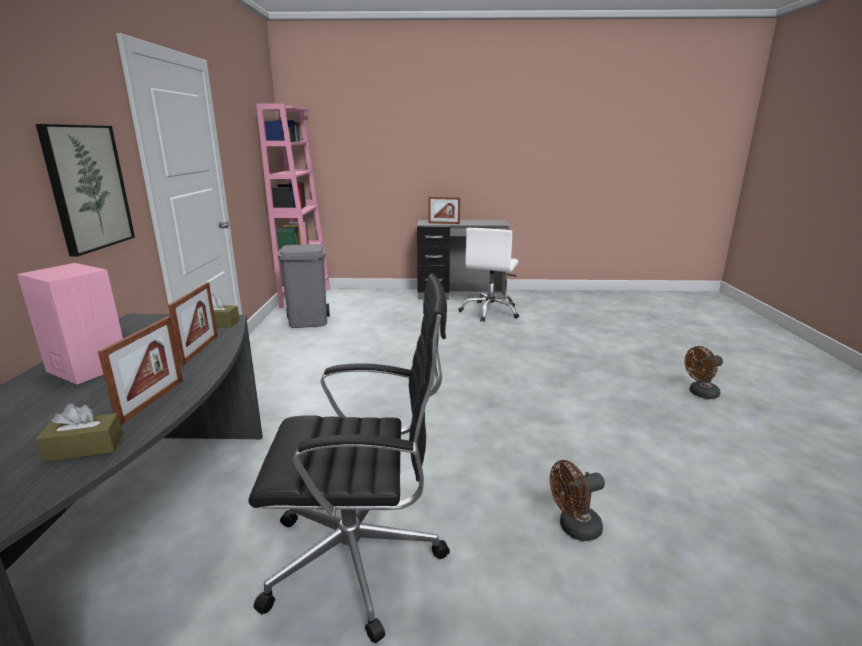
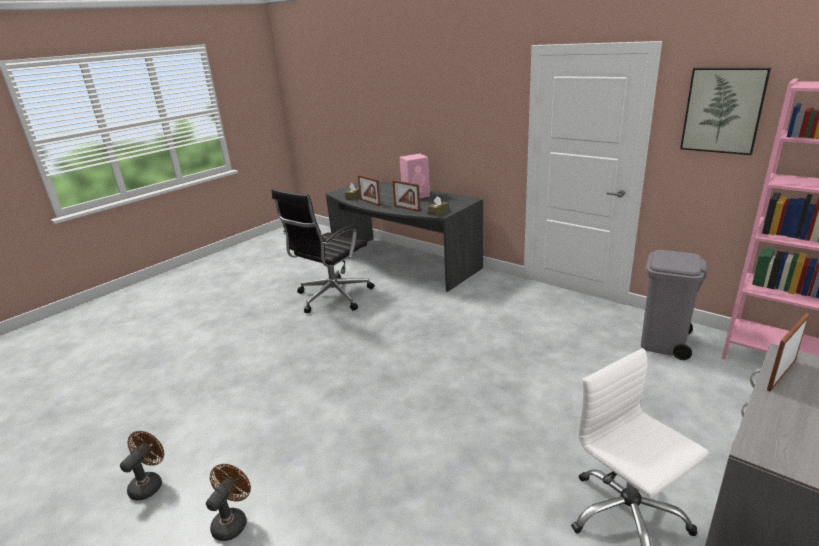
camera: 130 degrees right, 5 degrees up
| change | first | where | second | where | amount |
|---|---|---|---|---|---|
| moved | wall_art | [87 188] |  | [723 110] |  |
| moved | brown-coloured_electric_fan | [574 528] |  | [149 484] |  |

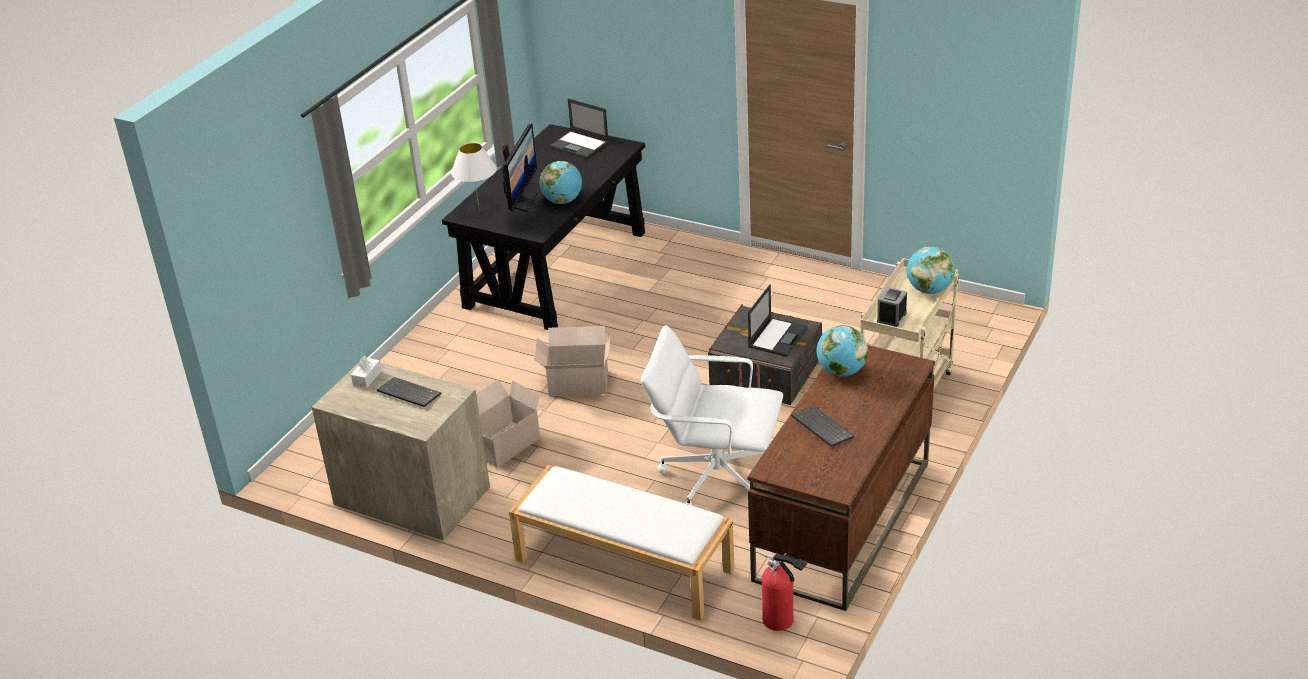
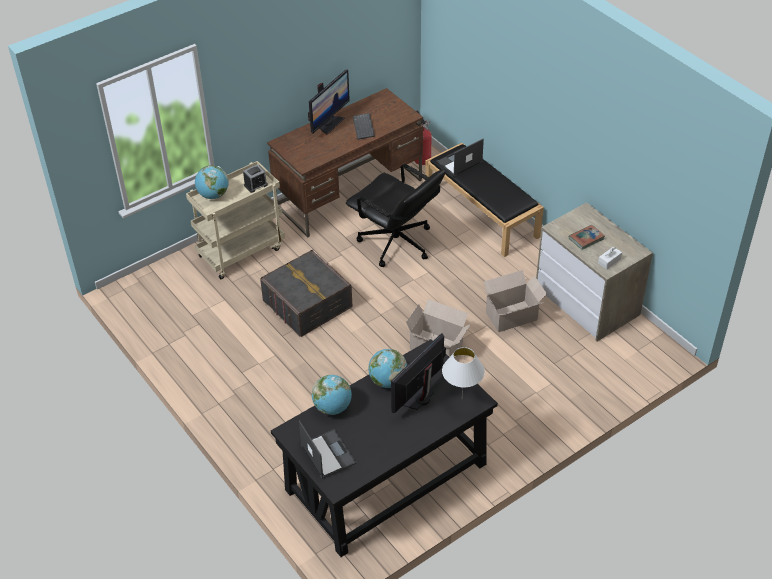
camera: 155 degrees left, 10 degrees up
| change | first | where | second | where | amount |
|---|---|---|---|---|---|
| added |  |  | monitor | [329 123] |  |
| moved | notebook_computer | [778 337] |  | [459 162] |  |
| moved | globe | [841 372] |  | [332 407] |  |
| replaced | keyboard | [407 394] | volume | [586 239] |  |
| recoloured | white-coloured_indoor_bench | [622 564] | blackish_indoor_bench | [482 213] |  |
| recoloured | white-coloured_computer_chair | [715 477] | blackish_computer_chair | [396 243] |  |

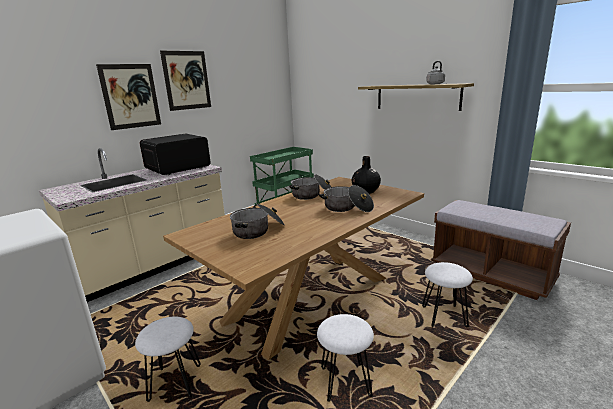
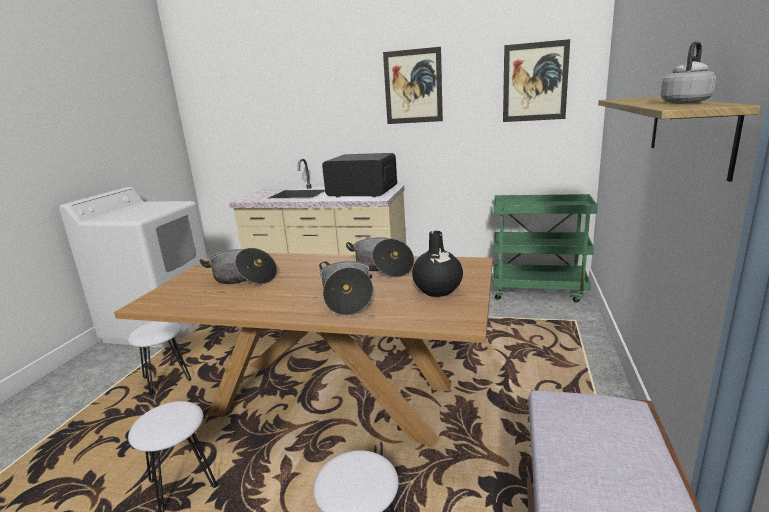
camera: 60 degrees right, 0 degrees up
| change | first | where | second | where | amount |
|---|---|---|---|---|---|
| moved | wall_art | [130 96] |  | [535 82] |  |

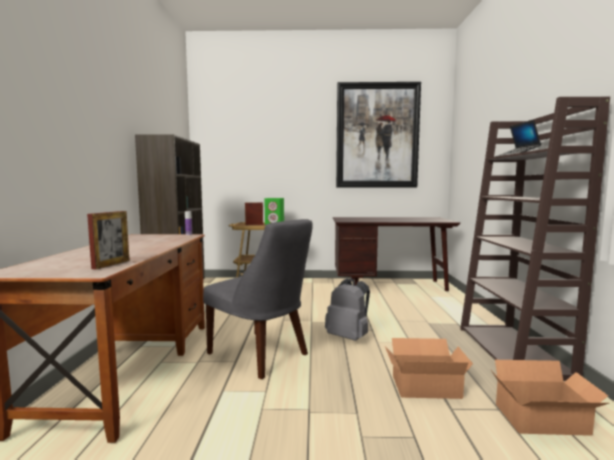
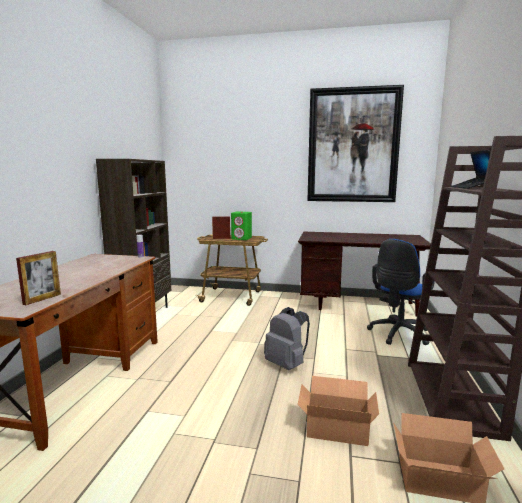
camera: 10 degrees right, 5 degrees up
| change | first | where | second | where | amount |
|---|---|---|---|---|---|
| removed | grey_chair | [261 355] |  |  |  |
| added |  |  | blue_computer_chair | [397 334] |  |

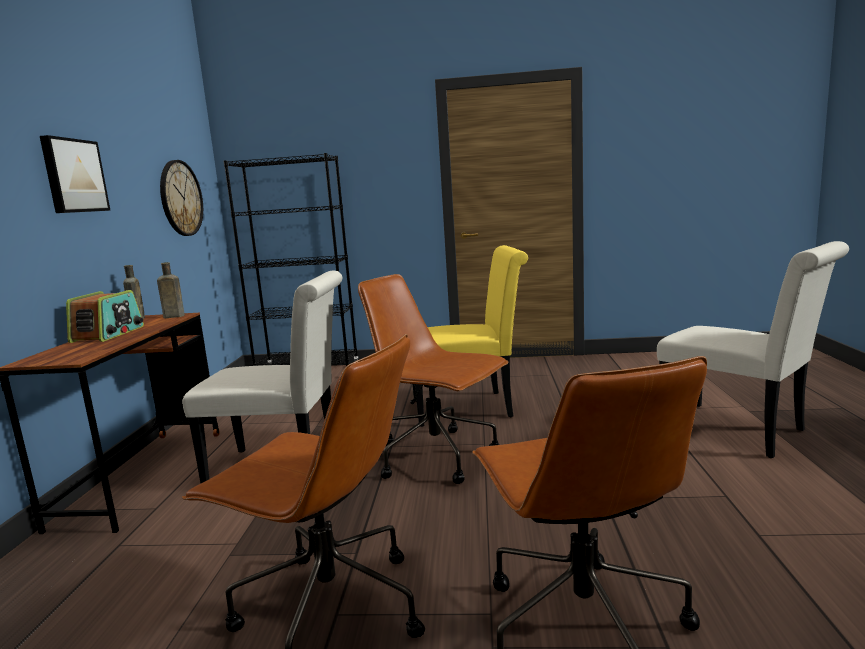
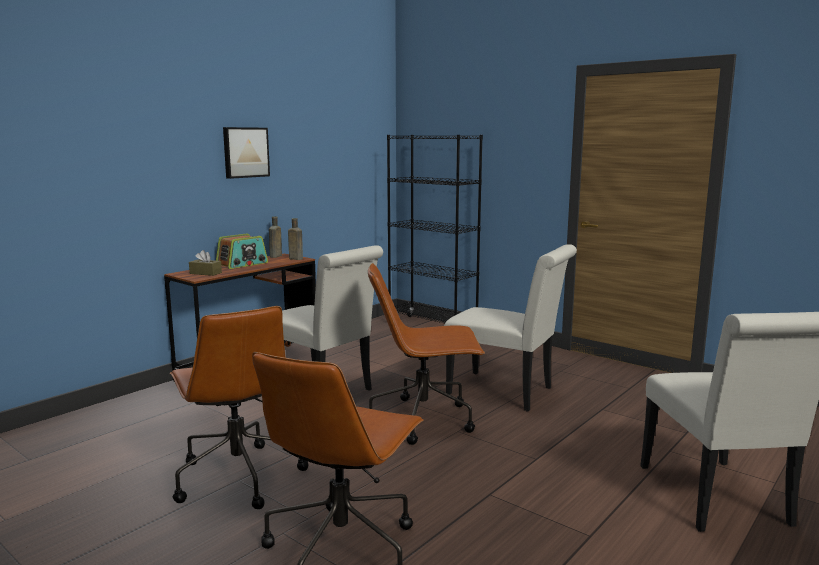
camera: 35 degrees right, 0 degrees up
| change | first | where | second | where | amount |
|---|---|---|---|---|---|
| removed | hanging_clock | [181 198] |  |  |  |
| added |  |  | brown-coloured_box_of_tissues | [205 273] |  |
| recoloured | yellow-coloured_chair | [469 408] | white-coloured_chair | [506 392] |  |
| turned | brown-coloured_computer_chair | [438 457] |  | [424 419] | 75 degrees counterclockwise |

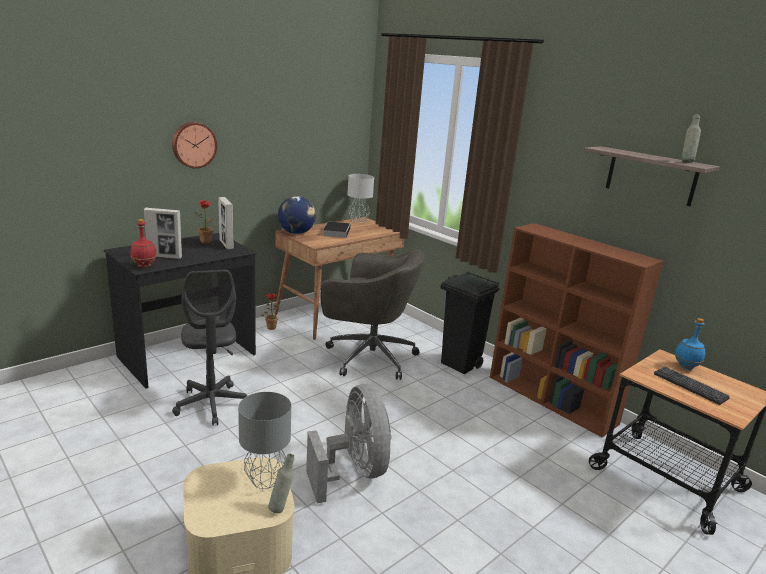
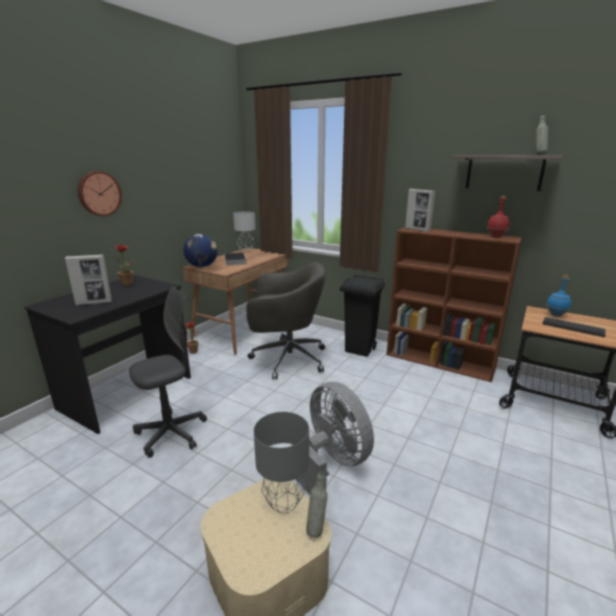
camera: 15 degrees left, 0 degrees up
| change | first | where | second | where | amount |
|---|---|---|---|---|---|
| moved | red_bottle | [144 266] |  | [495 236] |  |
| moved | photo_frame | [226 244] |  | [417 230] |  |
| turned | grey_computer_chair | [212 404] |  | [171 433] | 90 degrees counterclockwise |

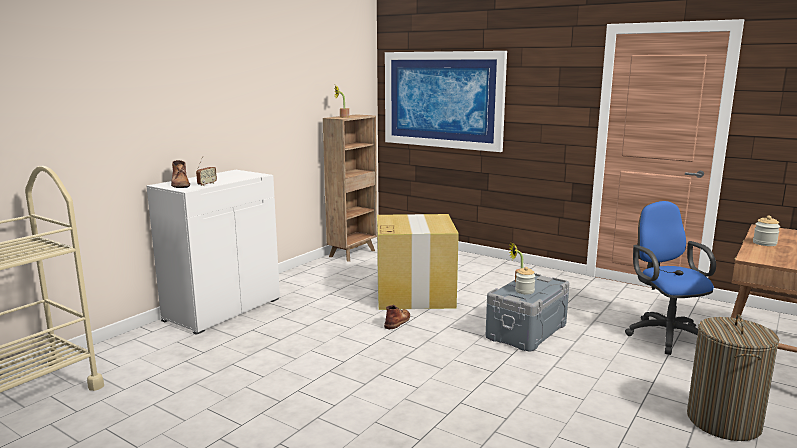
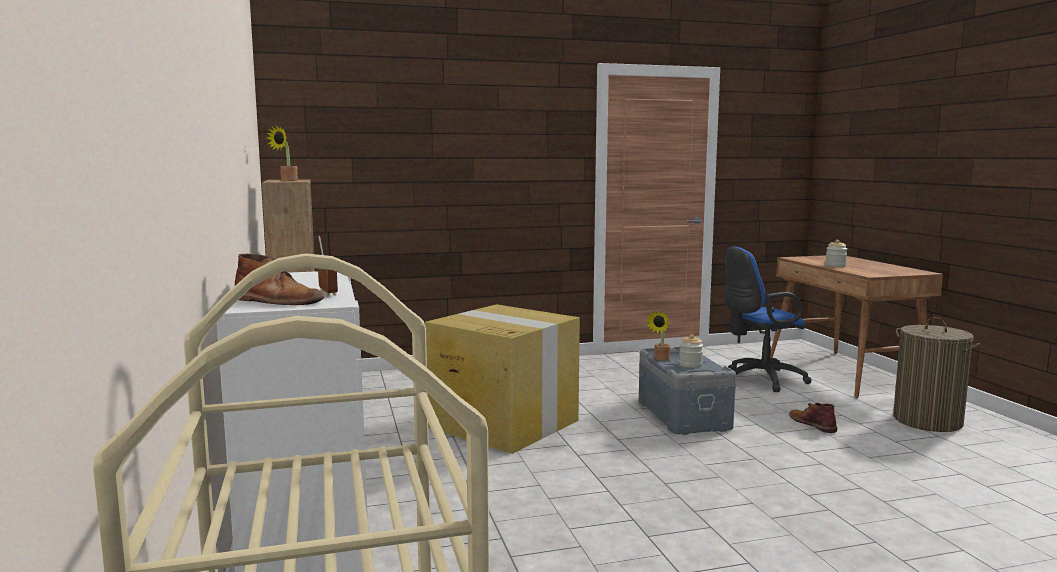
camera: 50 degrees left, 5 degrees down
| change | first | where | second | where | amount |
|---|---|---|---|---|---|
| removed | wall_art | [442 99] |  |  |  |
| moved | brown-coloured_high-top_boot | [398 321] |  | [812 424] |  |
| turned | blue_computer_chair | [665 335] |  | [759 380] | 45 degrees counterclockwise |

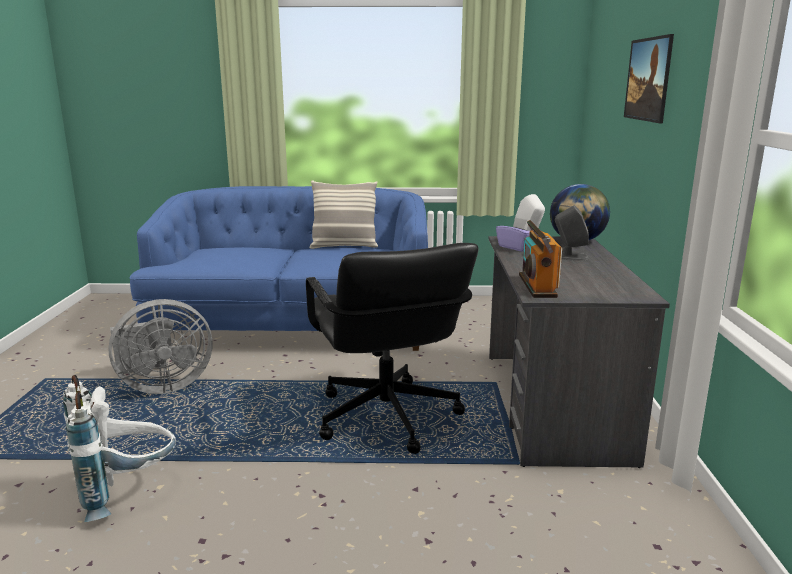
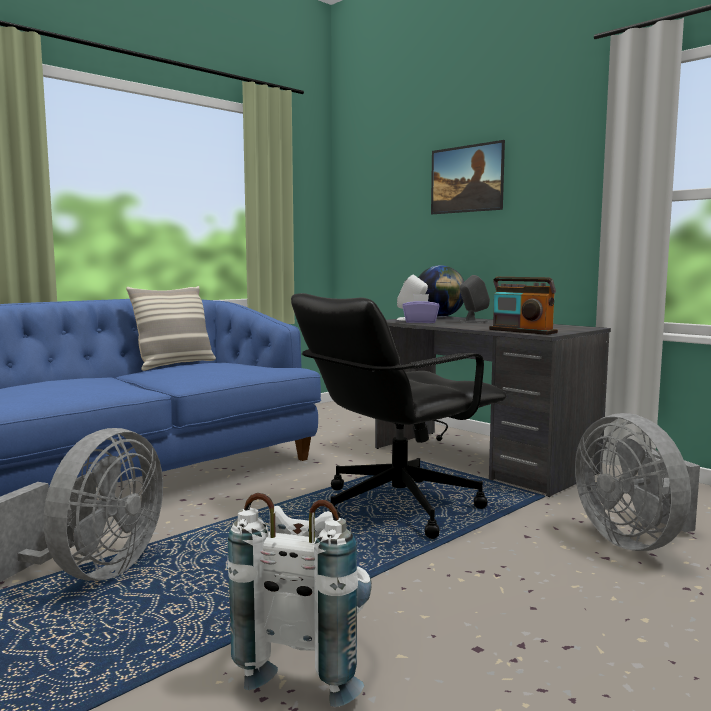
camera: 45 degrees left, 10 degrees down
| change | first | where | second | where | amount |
|---|---|---|---|---|---|
| added |  |  | grey_electric_fan | [634 540] |  |
| turned | blackish_computer_chair | [386 417] |  | [396 507] | 120 degrees clockwise |

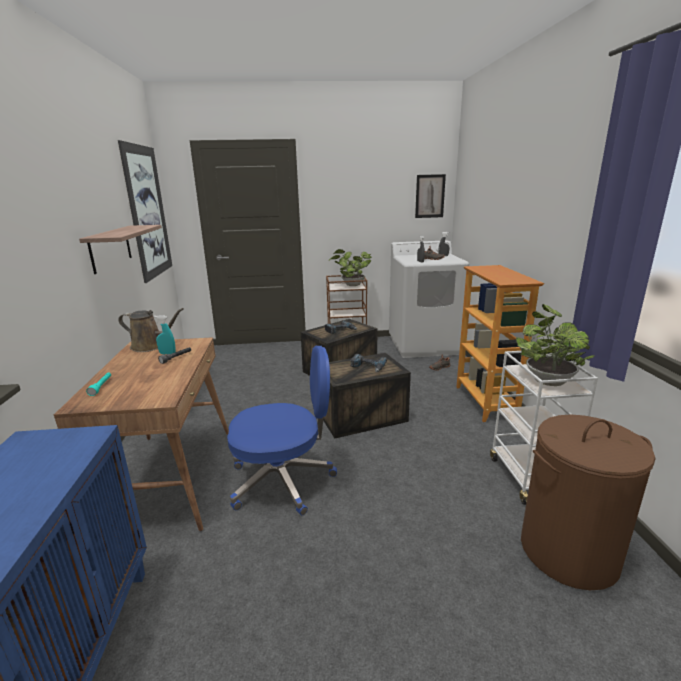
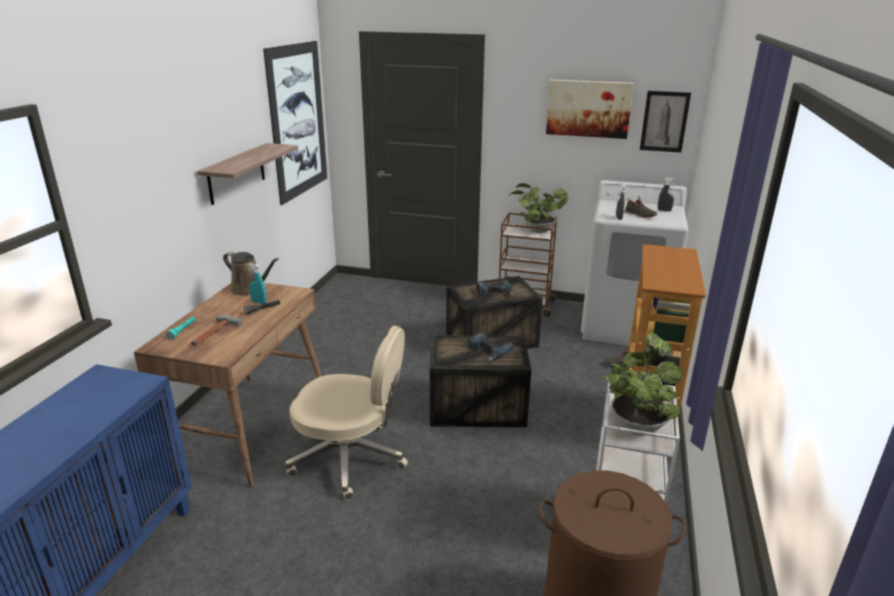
camera: 20 degrees right, 5 degrees up
| change | first | where | second | where | amount |
|---|---|---|---|---|---|
| added |  |  | tool_hammer | [213 334] |  |
| added |  |  | wall_art | [588 108] |  |
| recoloured | blue_computer_chair | [284 480] | beige_computer_chair | [351 458] |  |

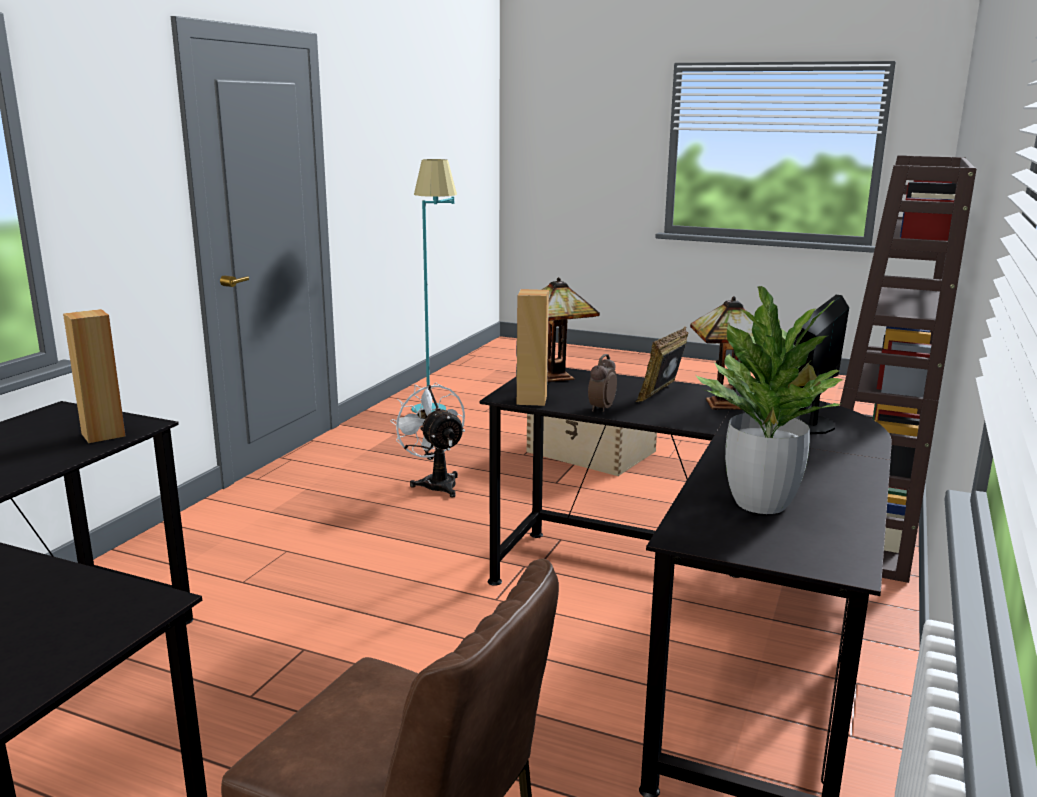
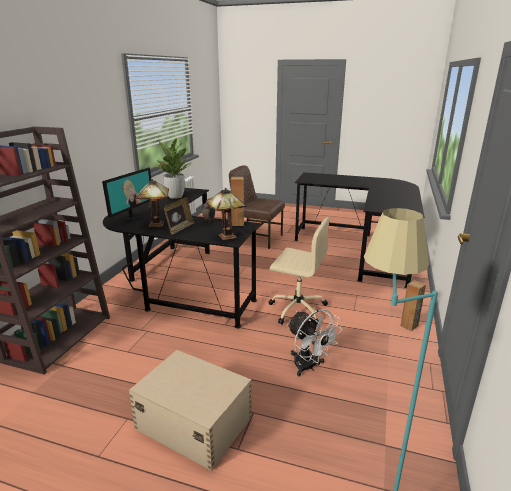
camera: 175 degrees right, 5 degrees up
| change | first | where | second | where | amount |
|---|---|---|---|---|---|
| added |  |  | beige_computer_chair | [297 309] |  |
| moved | brown-coloured_audio_speaker | [103 435] |  | [409 326] |  |

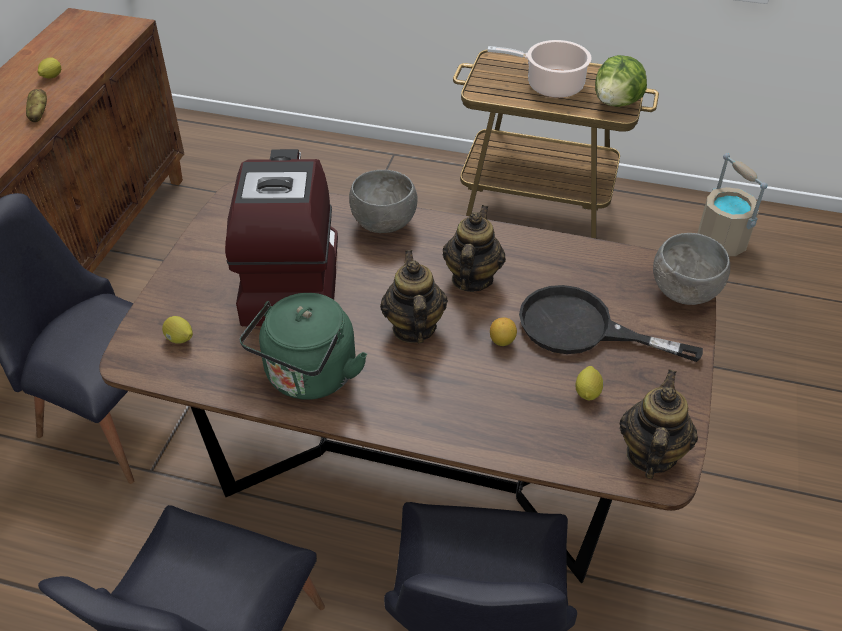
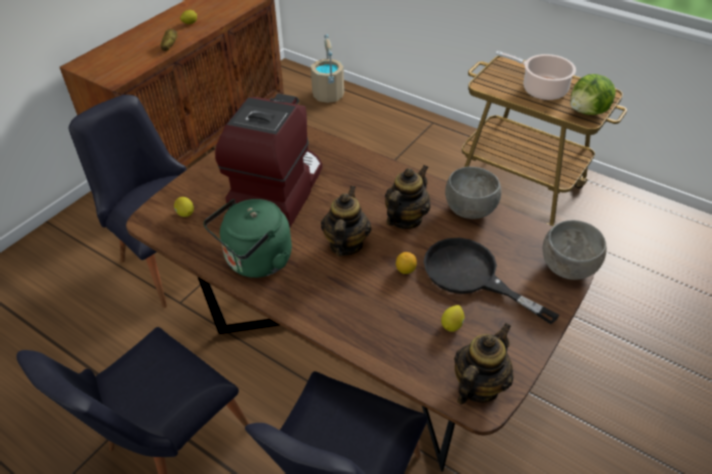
camera: 20 degrees right, 0 degrees up
| change | first | where | second | where | amount |
|---|---|---|---|---|---|
| moved | grey_serving_bowl | [385 224] |  | [471 210] |  |
| moved | beige_bucket | [721 242] |  | [328 95] |  |

